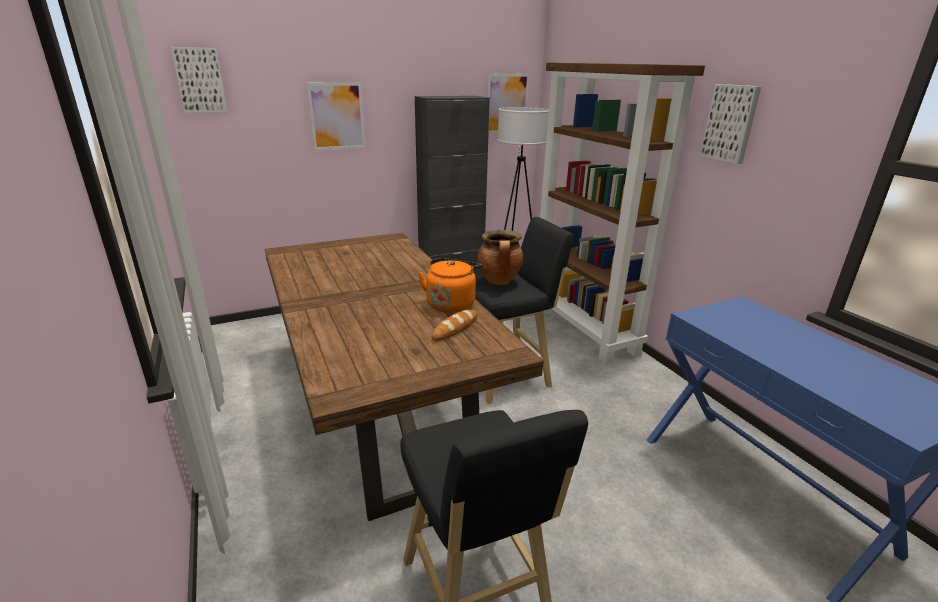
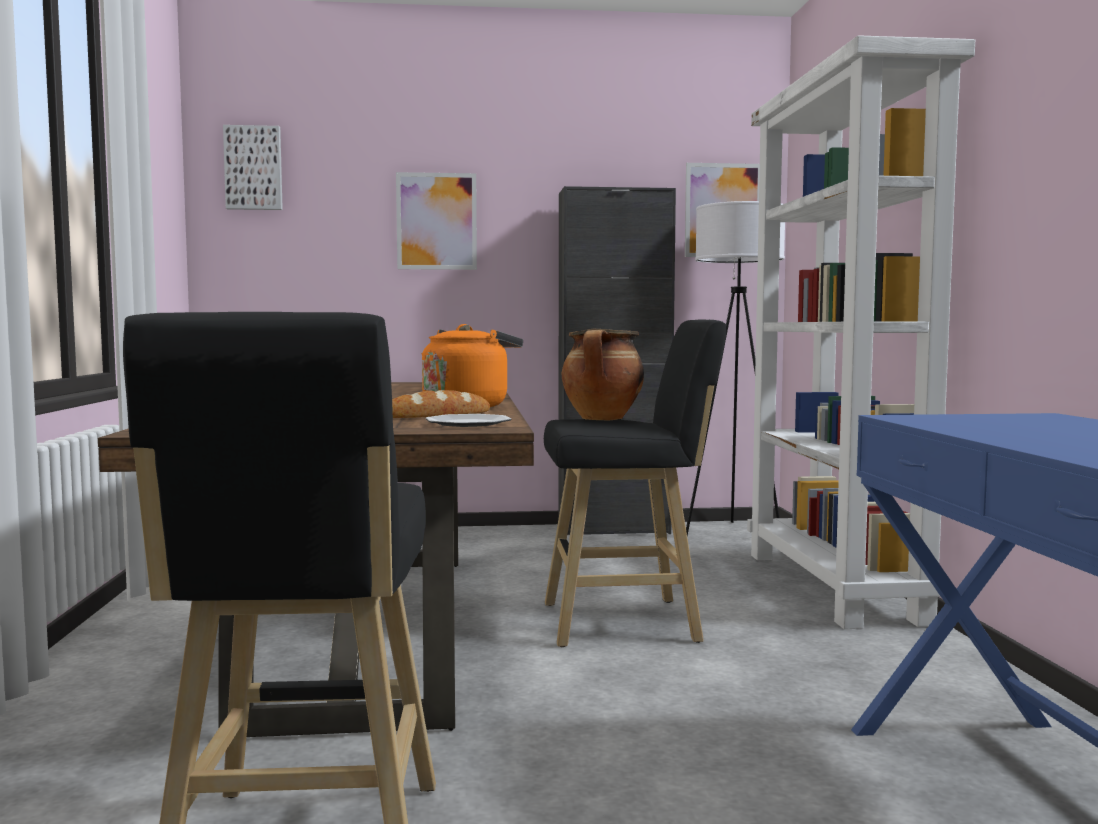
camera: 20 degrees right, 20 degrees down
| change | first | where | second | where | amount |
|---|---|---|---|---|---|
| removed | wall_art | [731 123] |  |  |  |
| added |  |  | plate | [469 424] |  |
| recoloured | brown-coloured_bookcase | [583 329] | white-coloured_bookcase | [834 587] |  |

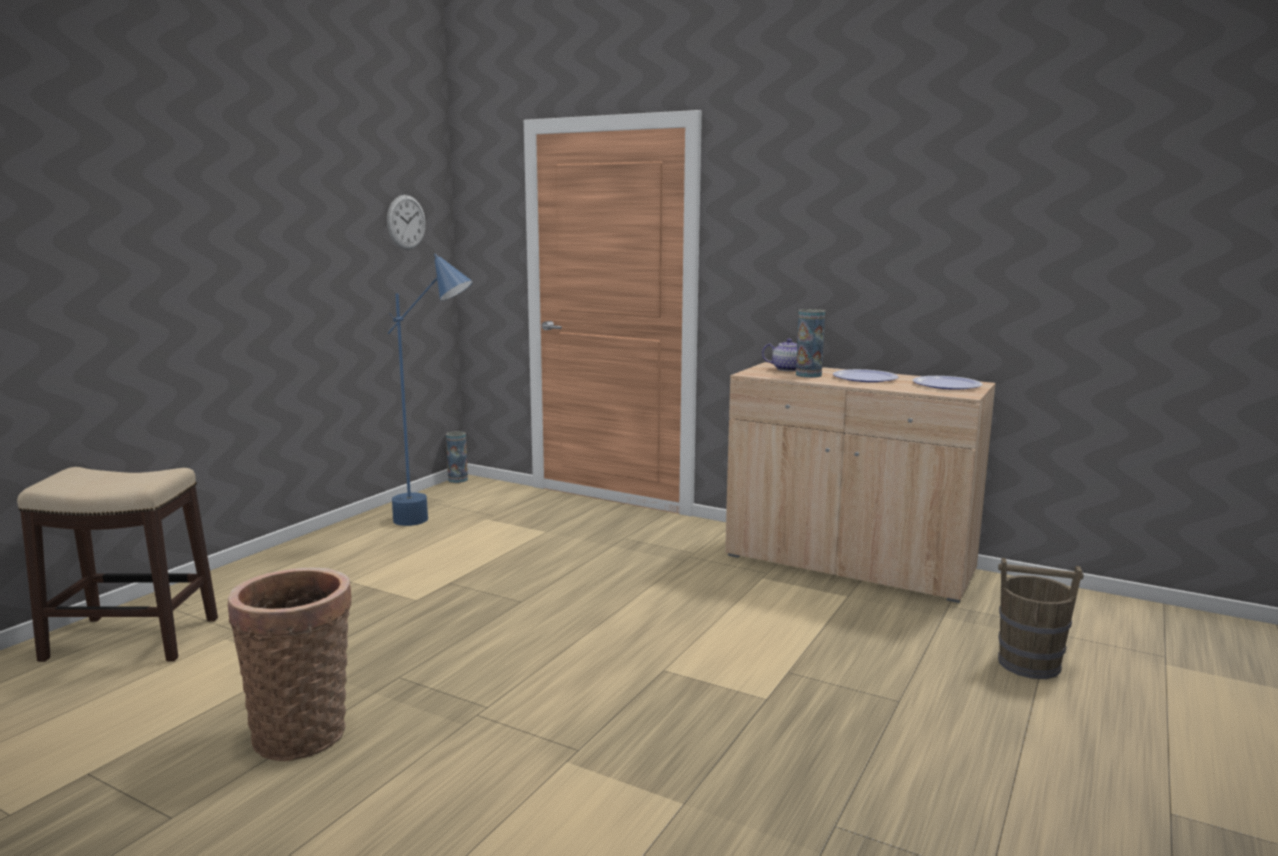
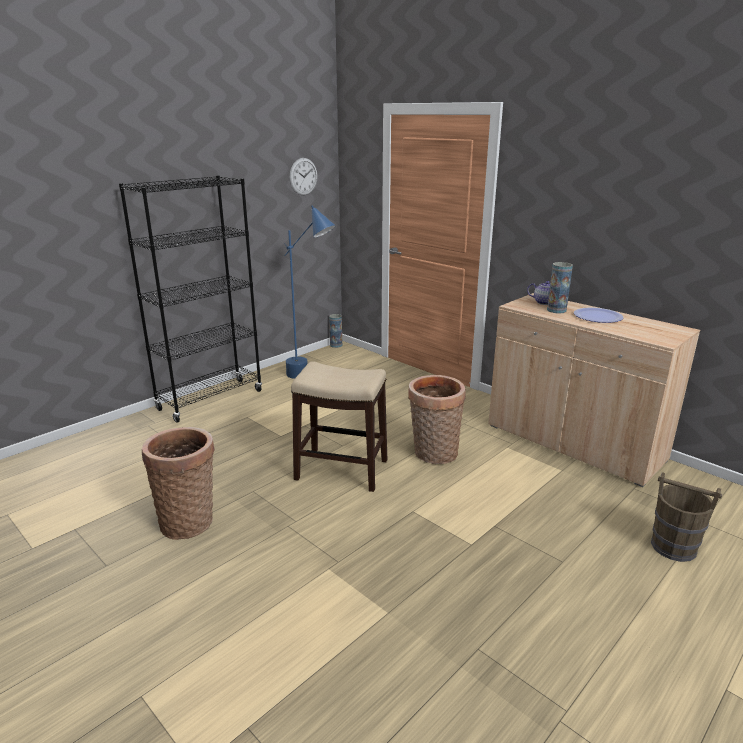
camera: 15 degrees right, 10 degrees up
| change | first | where | second | where | amount |
|---|---|---|---|---|---|
| removed | plate | [946 385] |  |  |  |
| added |  |  | blackish_bookcase | [210 400] |  |
| added |  |  | storage_basket | [433 454] |  |
| moved | sitting_stool | [133 639] |  | [342 470] |  |

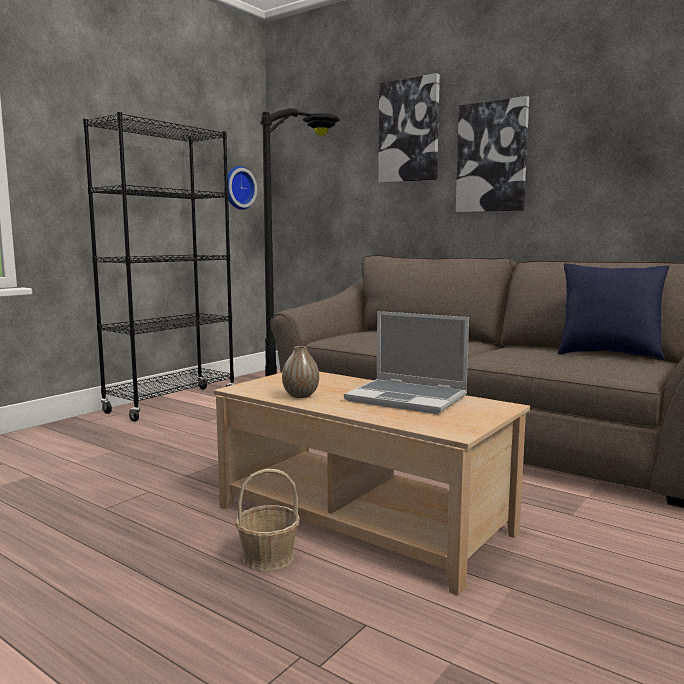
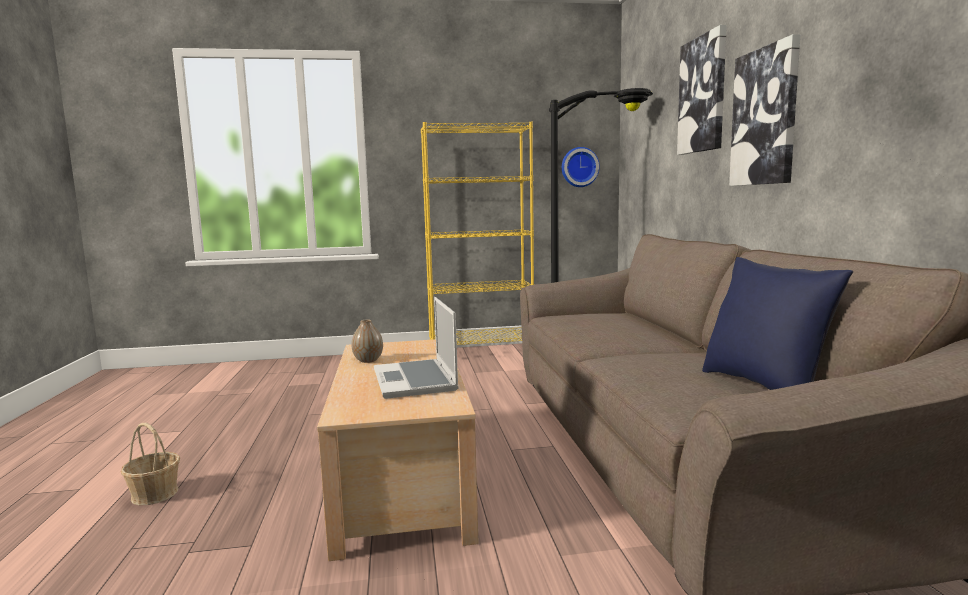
camera: 45 degrees right, 0 degrees up
| change | first | where | second | where | amount |
|---|---|---|---|---|---|
| moved | storage_basket | [268 557] |  | [155 494] |  |
| recoloured | blackish_bookcase | [172 403] | yellow-coloured_bookcase | [481 353] |  |

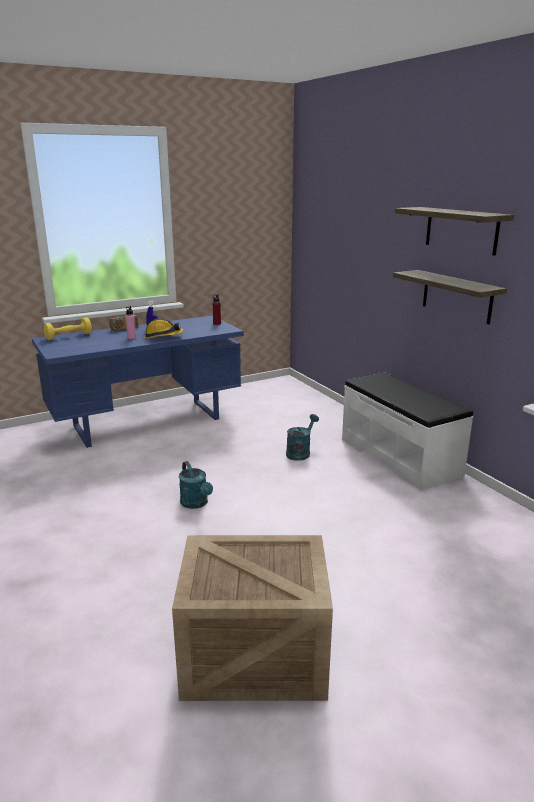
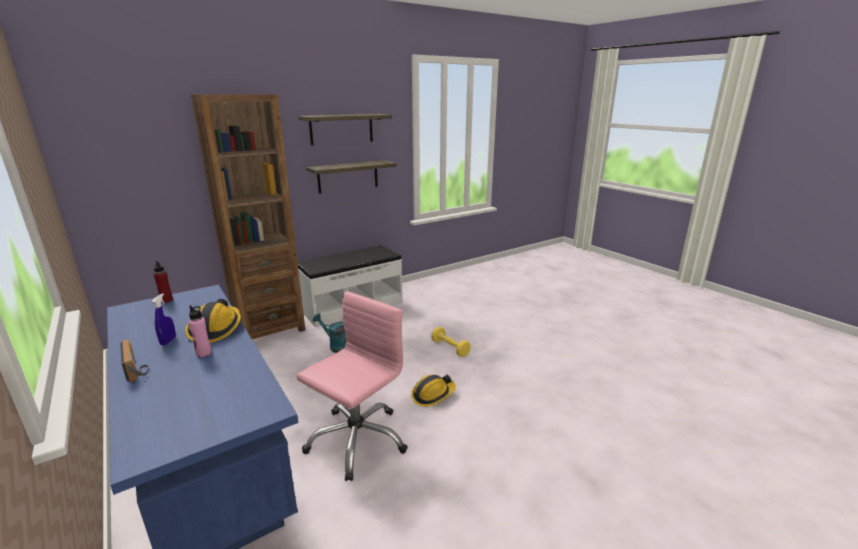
camera: 95 degrees left, 0 degrees up
| change | first | where | second | where | amount |
|---|---|---|---|---|---|
| removed | packing_crate | [252 656] |  |  |  |
| added |  |  | brown-coloured_bookcase | [269 328] |  |
| added |  |  | pink_computer_chair | [357 439] |  |
| moved | yellow-coloured_hand_weight | [69 336] |  | [450 348] |  |
| replaced | turquoise-coloured_watering_can | [196 503] | work_helmet | [433 395] |  |

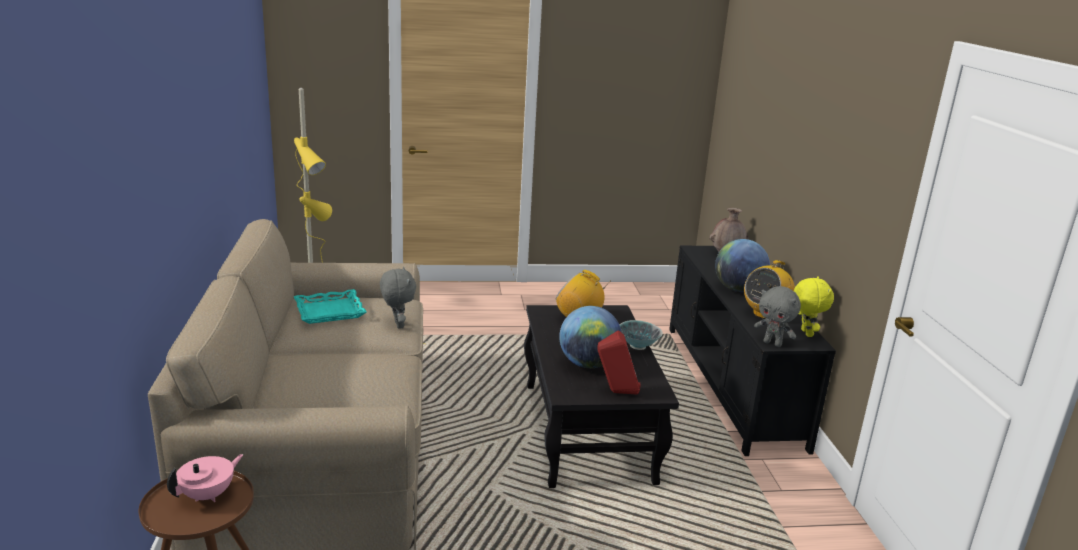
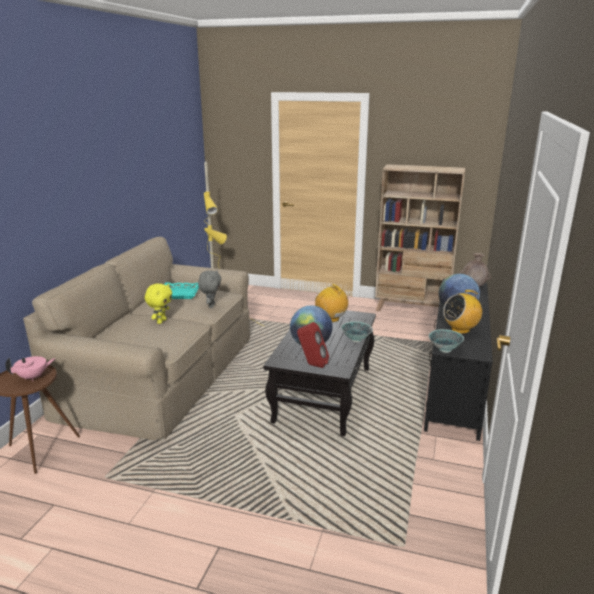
camera: 25 degrees right, 0 degrees up
| change | first | where | second | where | amount |
|---|---|---|---|---|---|
| added |  |  | beige_bookcase | [412 309] |  |
| moved | yellow-coloured_cuddly_toy | [805 333] |  | [161 321] |  |
| replaced | grey_cuddly_toy | [773 343] | serving_bowl | [444 349] |  |

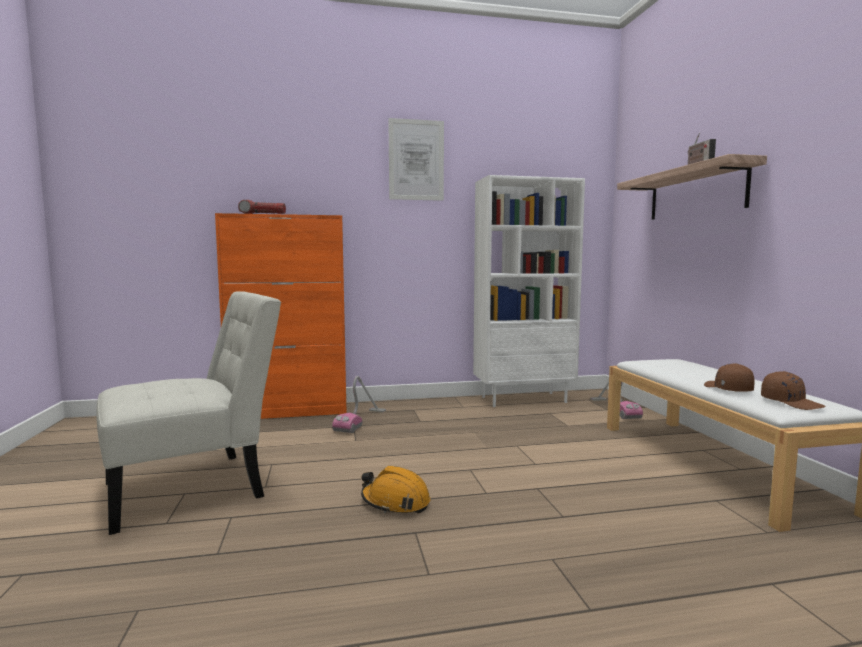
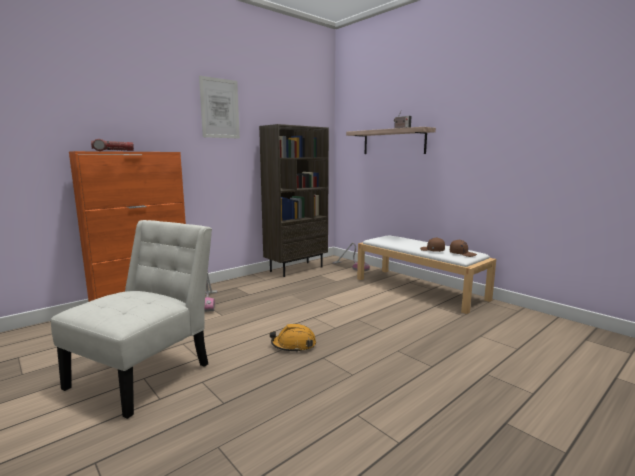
camera: 30 degrees left, 5 degrees up
| change | first | where | second | where | amount |
|---|---|---|---|---|---|
| recoloured | white-coloured_bookcase | [524 399] | brown-coloured_bookcase | [296 269] |  |

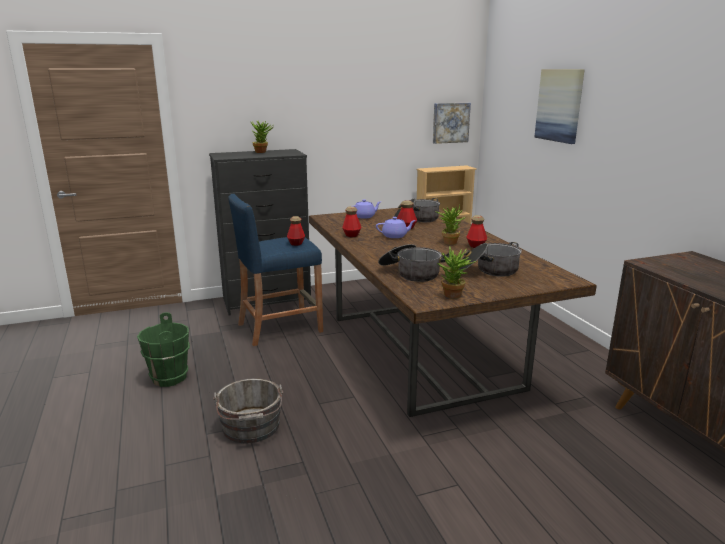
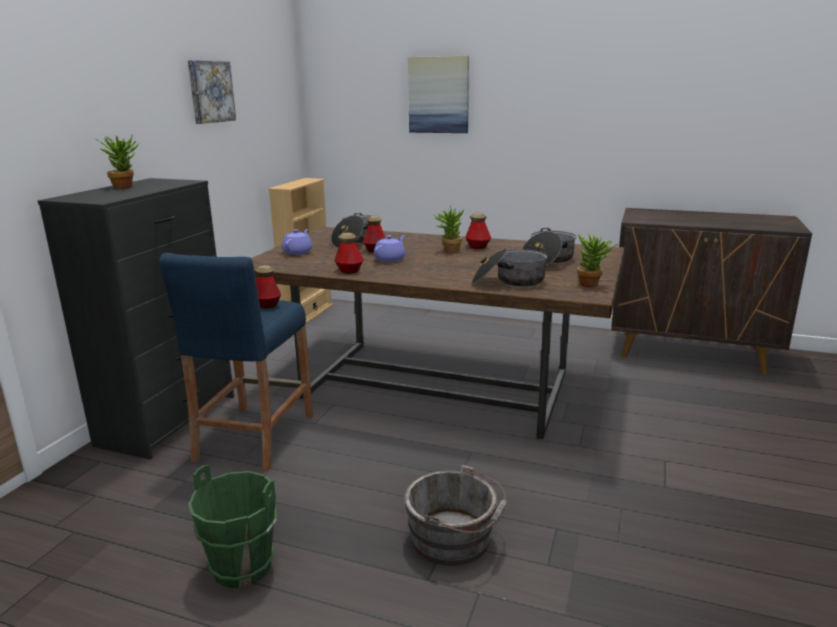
camera: 50 degrees left, 0 degrees up
| change | first | where | second | where | amount |
|---|---|---|---|---|---|
| moved | wall_art | [450 122] |  | [210 92] |  |

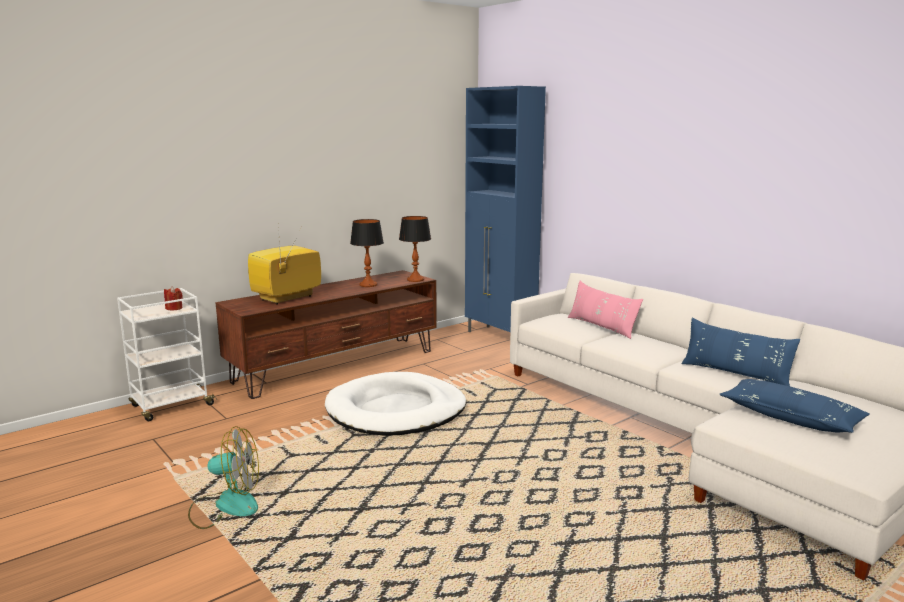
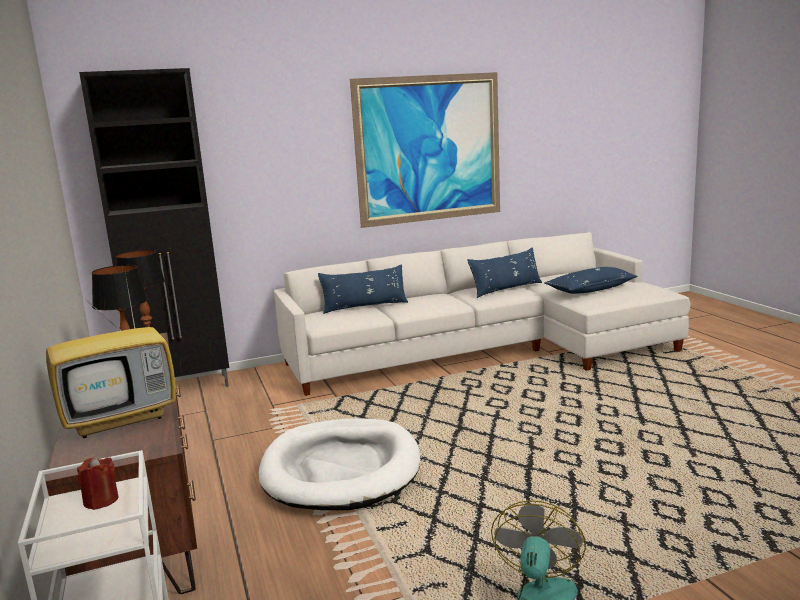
camera: 70 degrees left, 0 degrees up
| change | first | where | second | where | amount |
|---|---|---|---|---|---|
| added |  |  | wall_art | [429 149] |  |
| recoloured | blue_storage_cabinet | [500 337] | blackish_storage_cabinet | [185 388] |  |
| recoloured | pink_cushion | [602 327] | blue_cushion | [365 306] |  |
| turned | TV | [286 298] |  | [122 419] | 90 degrees counterclockwise |

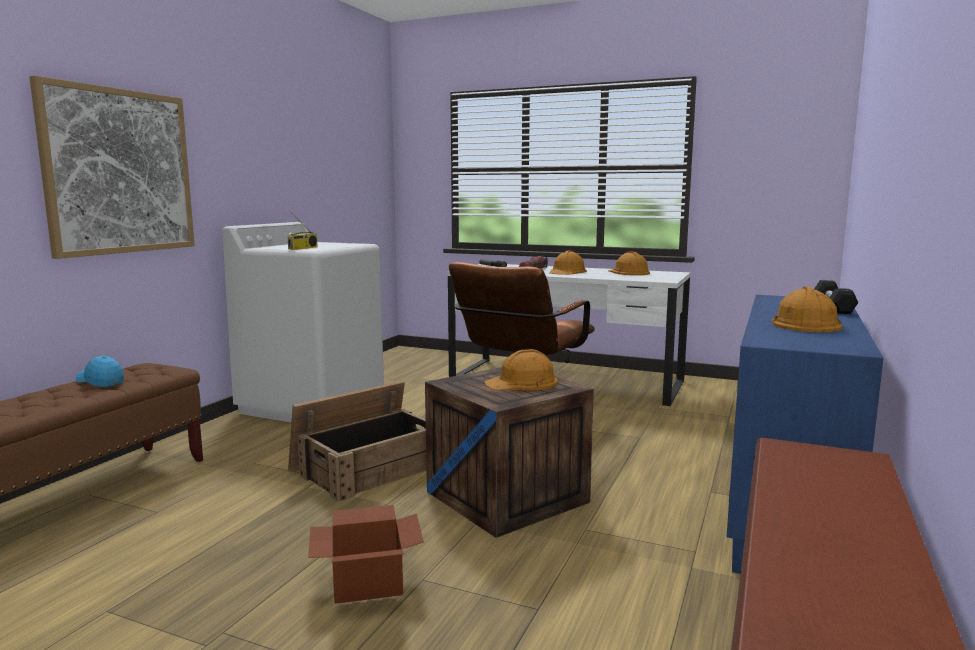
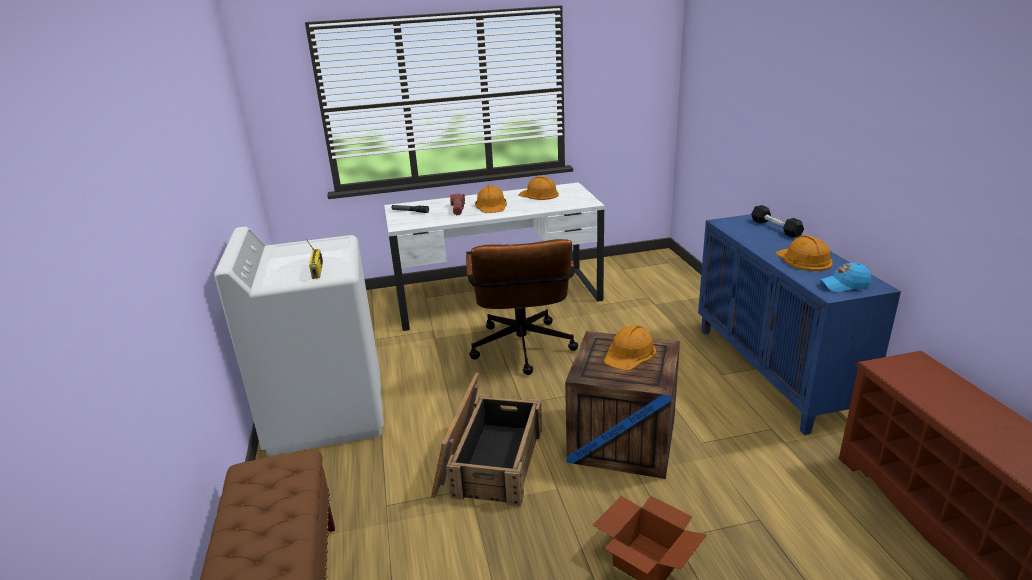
camera: 35 degrees left, 15 degrees up
| change | first | where | second | where | amount |
|---|---|---|---|---|---|
| removed | wall_art | [119 171] |  |  |  |
| moved | blue_cap | [100 381] |  | [844 285] |  |

